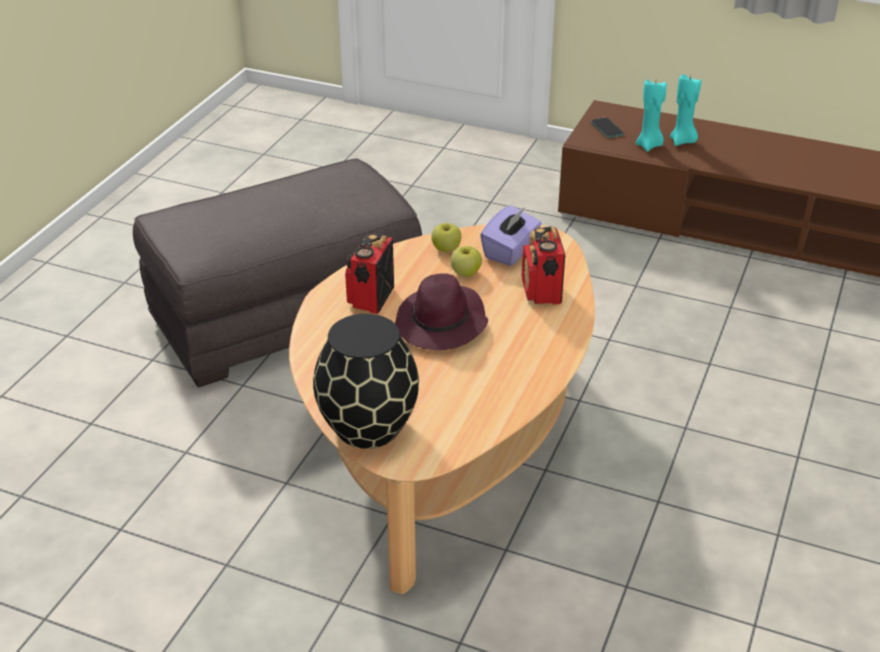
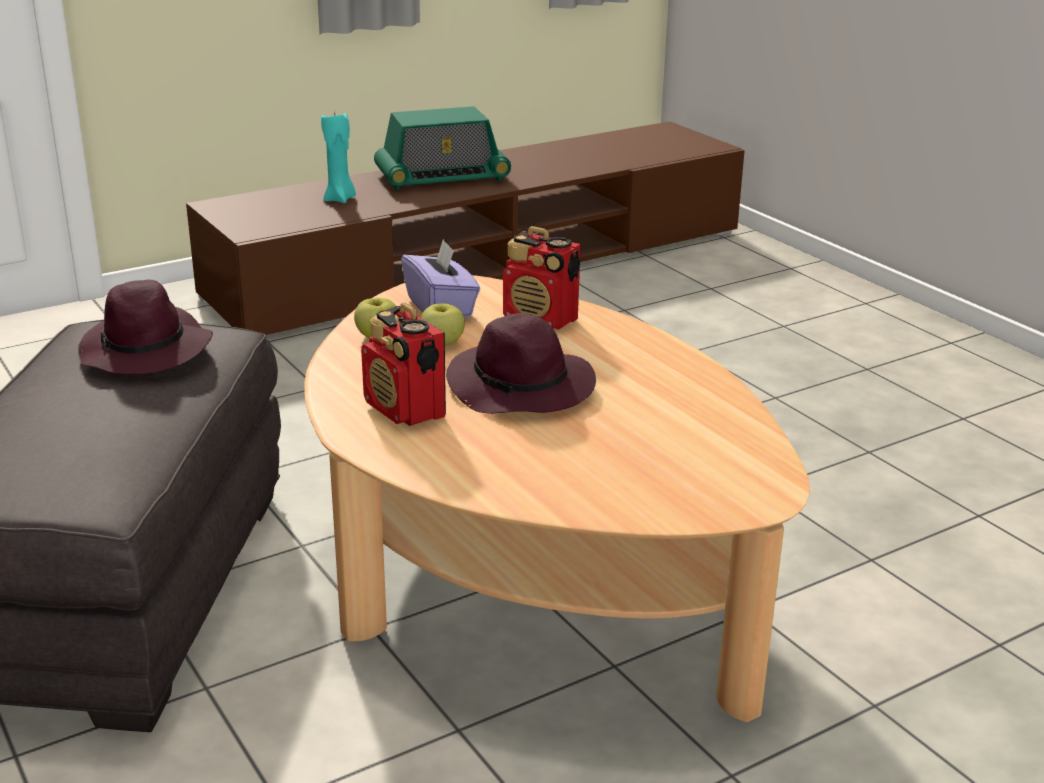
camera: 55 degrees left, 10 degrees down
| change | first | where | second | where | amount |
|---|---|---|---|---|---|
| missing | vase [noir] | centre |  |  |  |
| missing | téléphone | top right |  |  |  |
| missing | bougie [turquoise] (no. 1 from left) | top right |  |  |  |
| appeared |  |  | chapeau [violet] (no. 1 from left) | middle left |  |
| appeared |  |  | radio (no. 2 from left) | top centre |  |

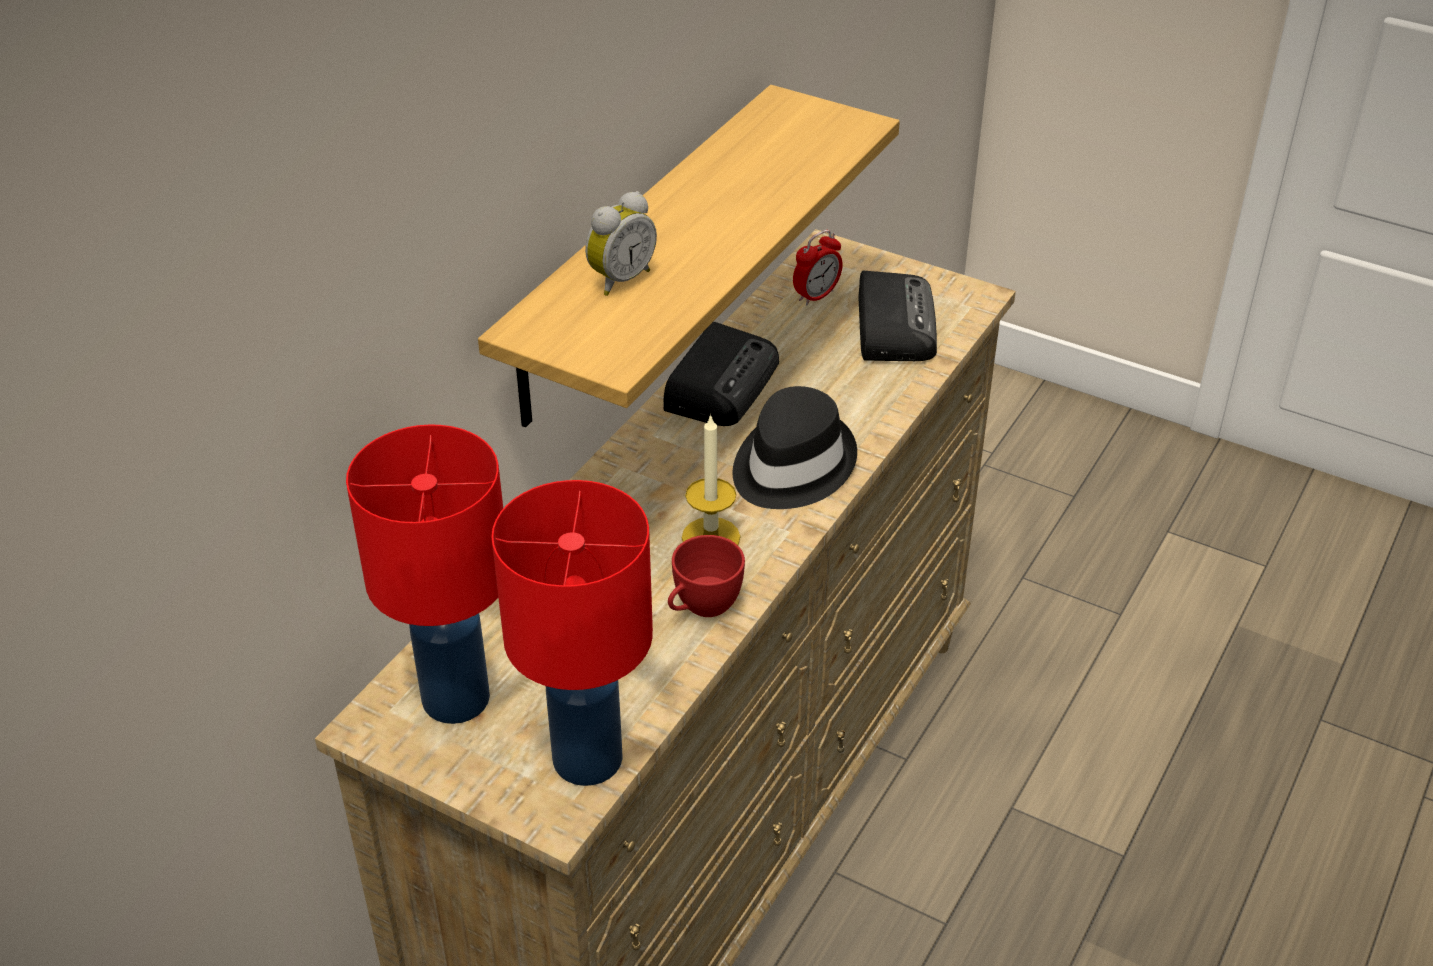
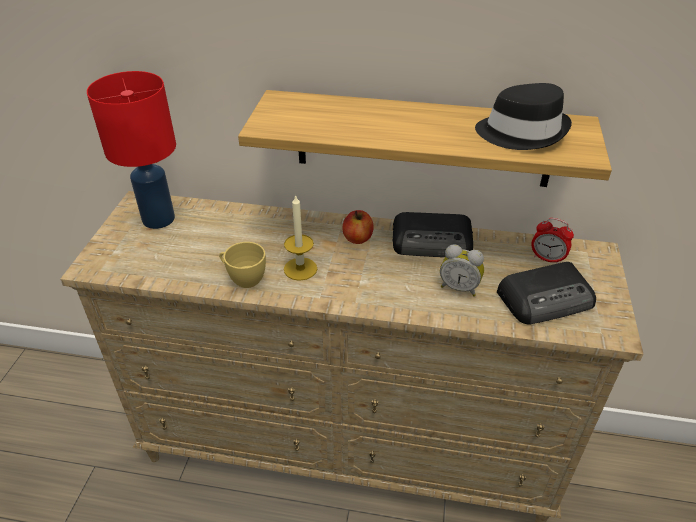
camera: 70 degrees right, 0 degrees up
| change | first | where | second | where | amount |
|---|---|---|---|---|---|
| missing | lampe de table [rouge] (no. 2 from left) | centre |  |  |  |
| relocated | réveil (no. 1 from left) | top centre |  | centre |  |
| colour | tasse [rouge] | centre | tasse [jaune] | centre |  |
| relocated | chapeau [noir] | centre |  | top right |  |
| appeared |  |  | pomme | centre |  |

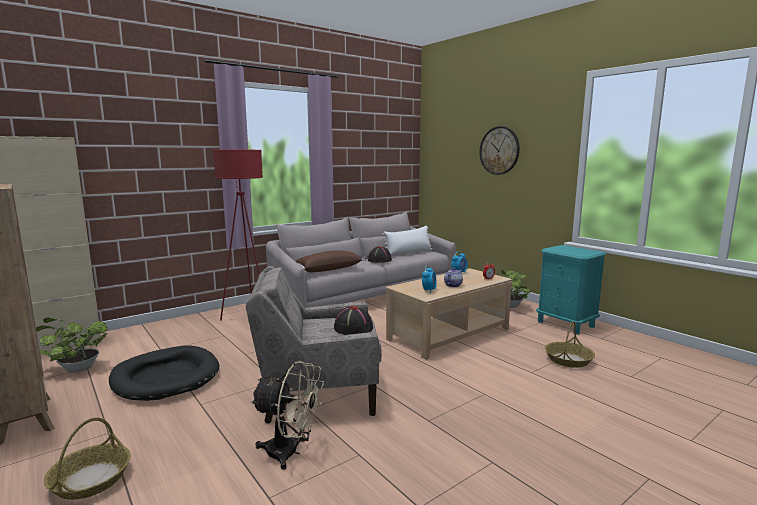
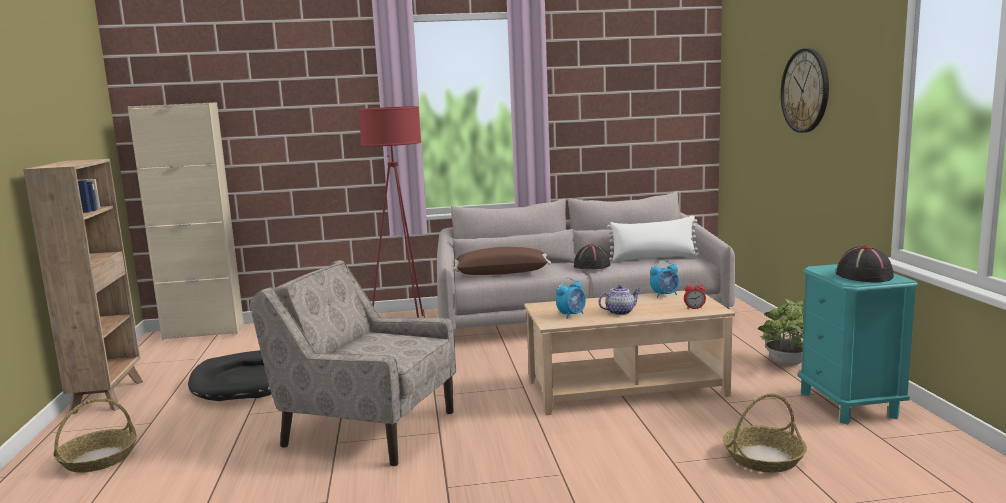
camera: 30 degrees right, 0 degrees up
| change | first | where | second | where | amount |
|---|---|---|---|---|---|
| missing | plante en pot (no. 1 from left) | bottom left |  |  |  |
| missing | ventilateur [beige] | bottom centre |  |  |  |
| relocated | chapeau [noir] (no. 1 from left in the first image) | centre | chapeau [noir] (no. 2 from left) | middle right |  |

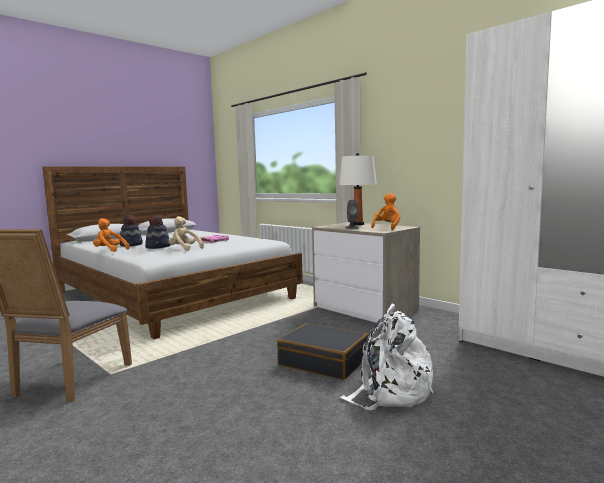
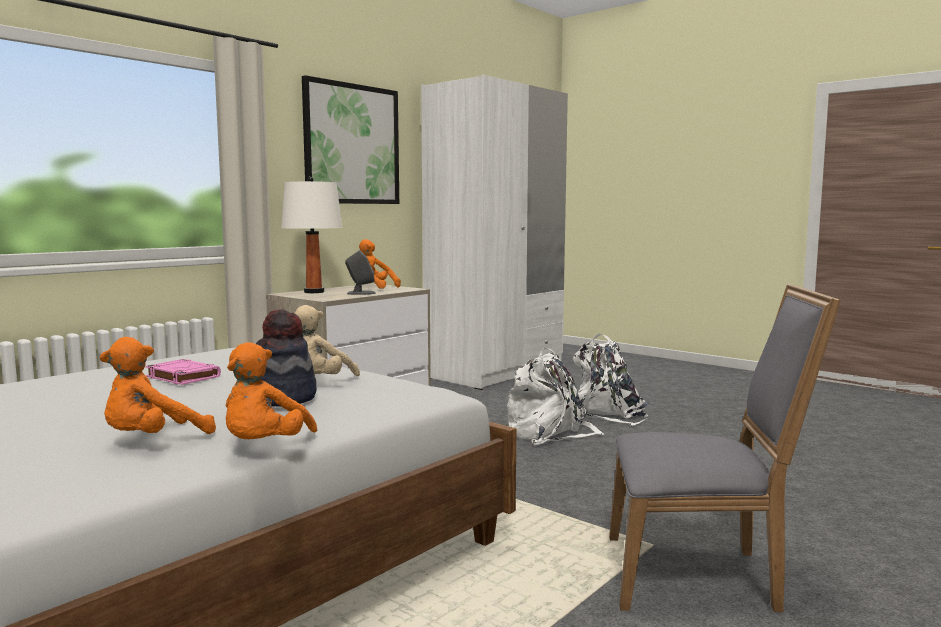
camera: 95 degrees left, 0 degrees up
| change | first | where | second | where | amount |
|---|---|---|---|---|---|
| exchanged | chapeau (no. 1 from left) | middle left | peluche [orange] (no. 1 from left) | middle left |  |
| exchanged | valise [noir] | bottom centre | sac à dos [blanc] (no. 1 from left) | centre |  |
| appeared |  |  | tableau | top centre |  |

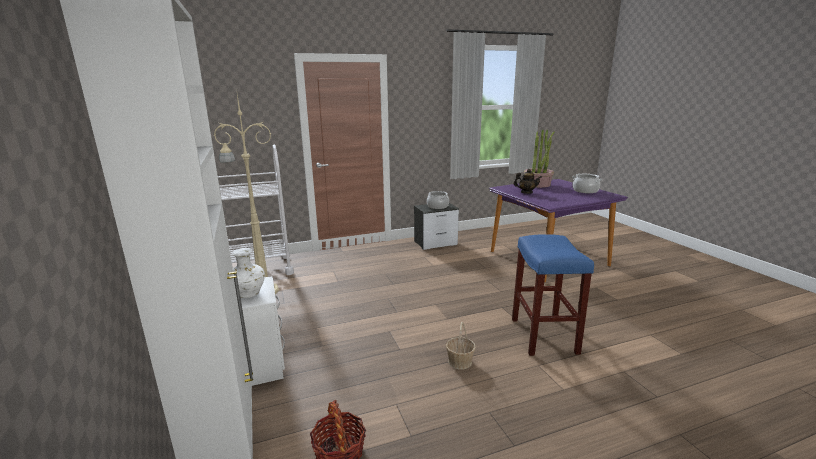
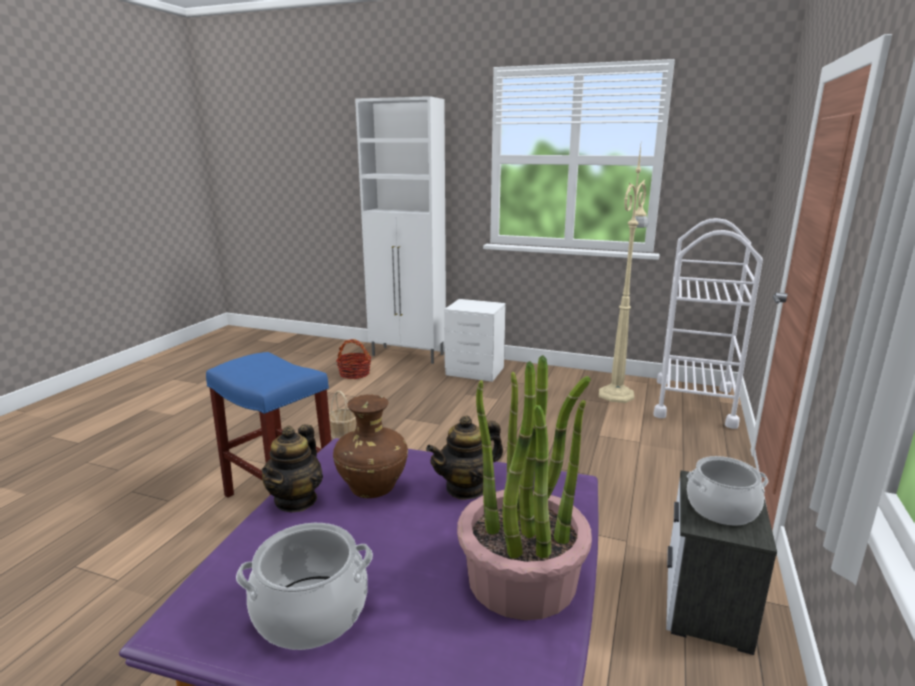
camera: 130 degrees right, 0 degrees up
| change | first | where | second | where | amount |
|---|---|---|---|---|---|
| missing | vase [blanc] | middle left |  |  |  |
| appeared |  |  | théière (no. 1 from left) | bottom left |  |
| appeared |  |  | vase [marron] | centre |  |

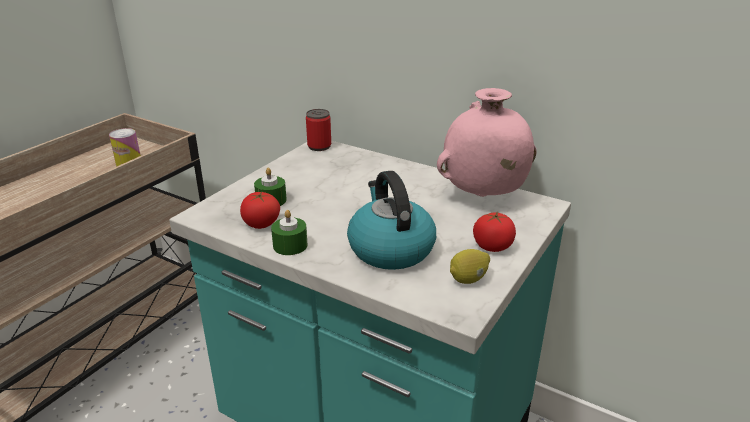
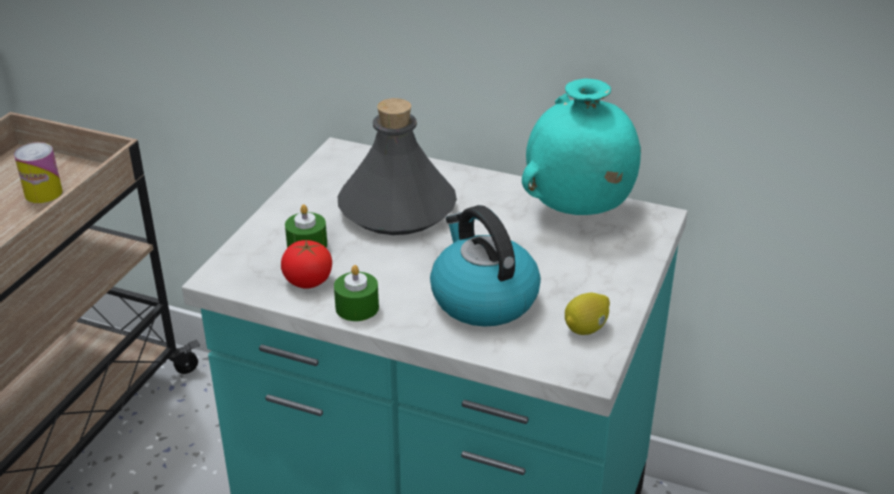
camera: 10 degrees left, 5 degrees up
| change | first | where | second | where | amount |
|---|---|---|---|---|---|
| missing | boîte métallique (no. 2 from left) | top centre |  |  |  |
| colour | vase [rose] | centre | vase [turquoise] | top centre |  |
| missing | tomate (no. 2 from left) | centre |  |  |  |
| appeared |  |  | bouteille [gris] | centre |  |

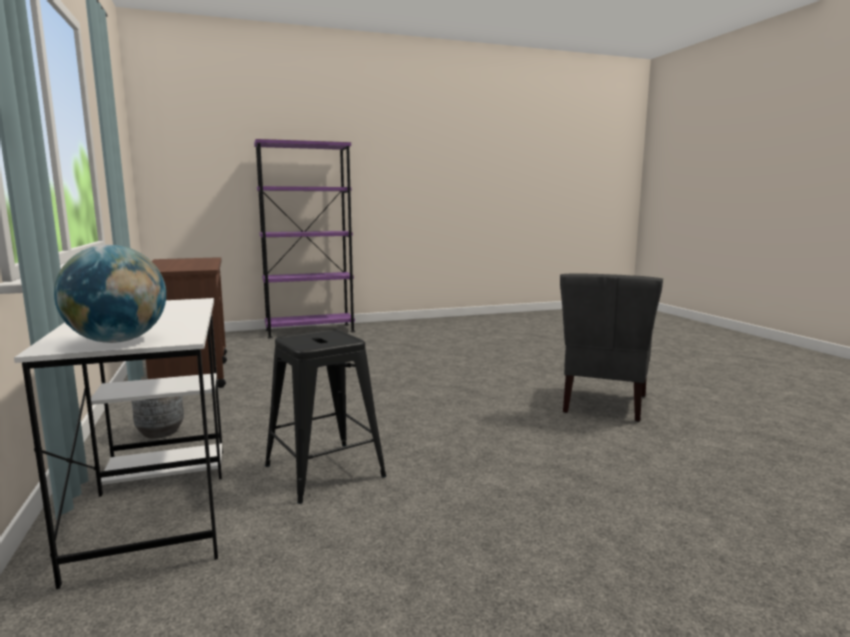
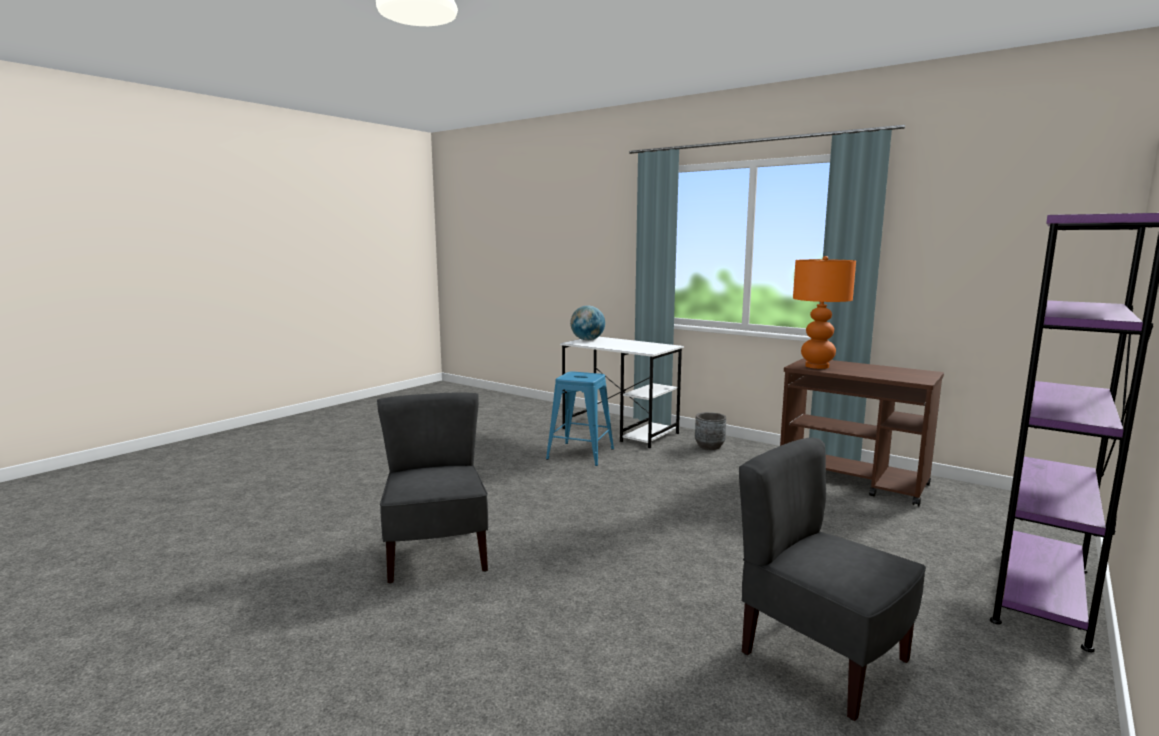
camera: 145 degrees right, 0 degrees up
| change | first | where | second | where | amount |
|---|---|---|---|---|---|
| colour | tabouret [noir] | centre | tabouret [bleu] | centre |  |
| appeared |  |  | chaise [gris] (no. 2 from left) | bottom right |  |
| appeared |  |  | lampe de table [orange] | middle right |  |

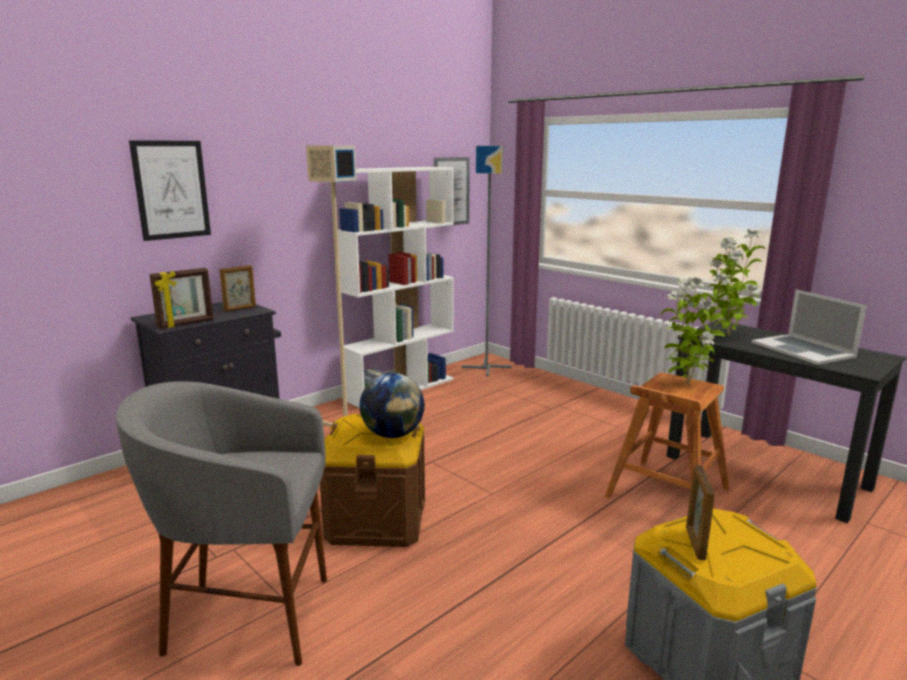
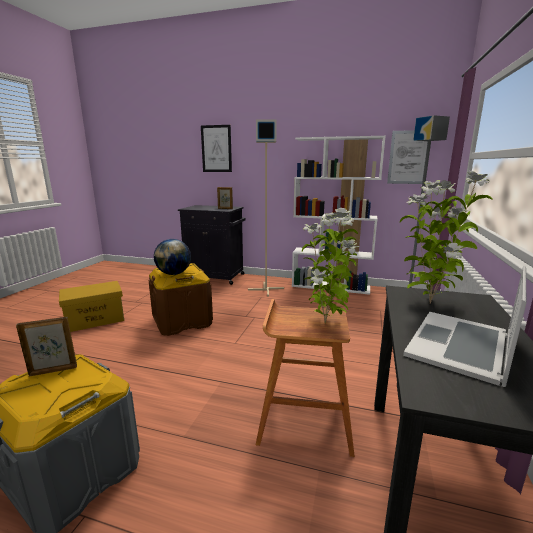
camera: 60 degrees right, 0 degrees up
| change | first | where | second | where | amount |
|---|---|---|---|---|---|
| exchanged | tabouret [gris] | bottom left | boîte de rangement [jaune] | middle left |  |
| missing | cadre photo (no. 1 from left) | middle left |  |  |  |

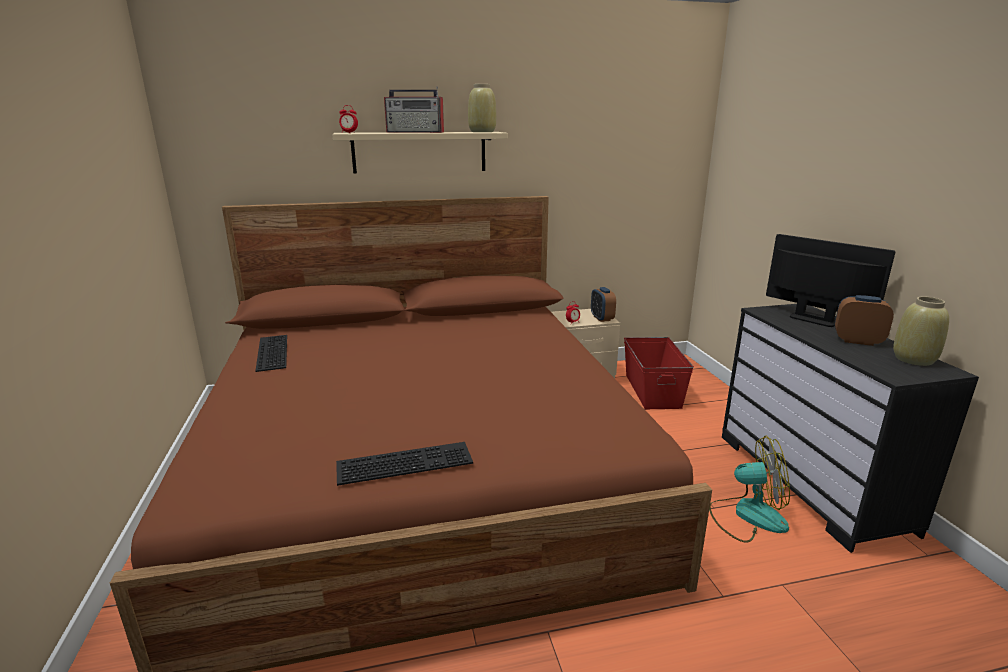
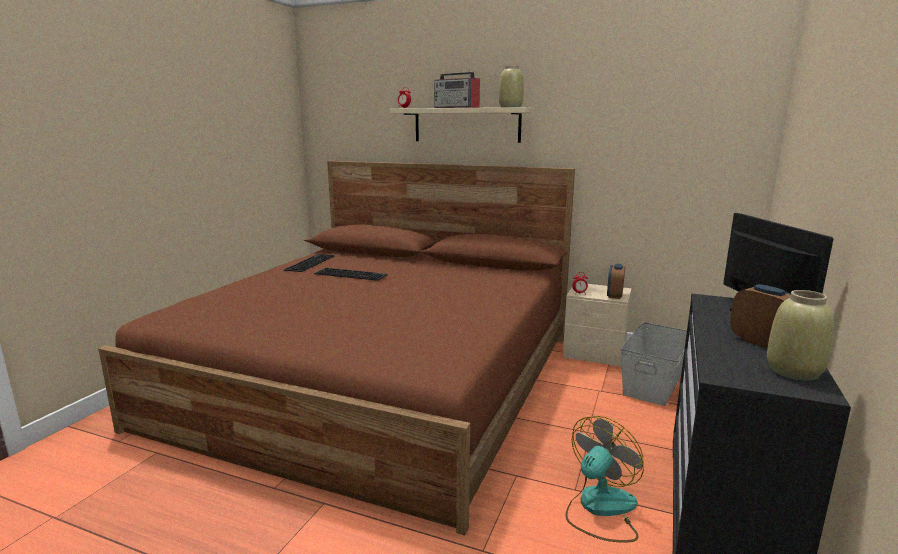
camera: 35 degrees right, 5 degrees down
| change | first | where | second | where | amount |
|---|---|---|---|---|---|
| relocated | clavier (no. 2 from left) | bottom centre |  | centre |  |
| colour | boîte de rangement [rouge] | centre | boîte de rangement [gris] | middle right |  |
| spun | ventilateur | bottom right |  | bottom right | 90 degrees counterclockwise |

